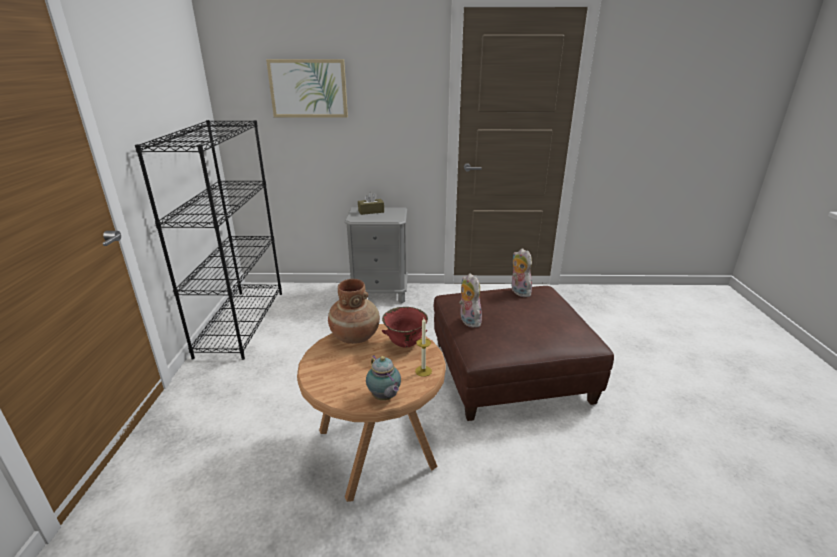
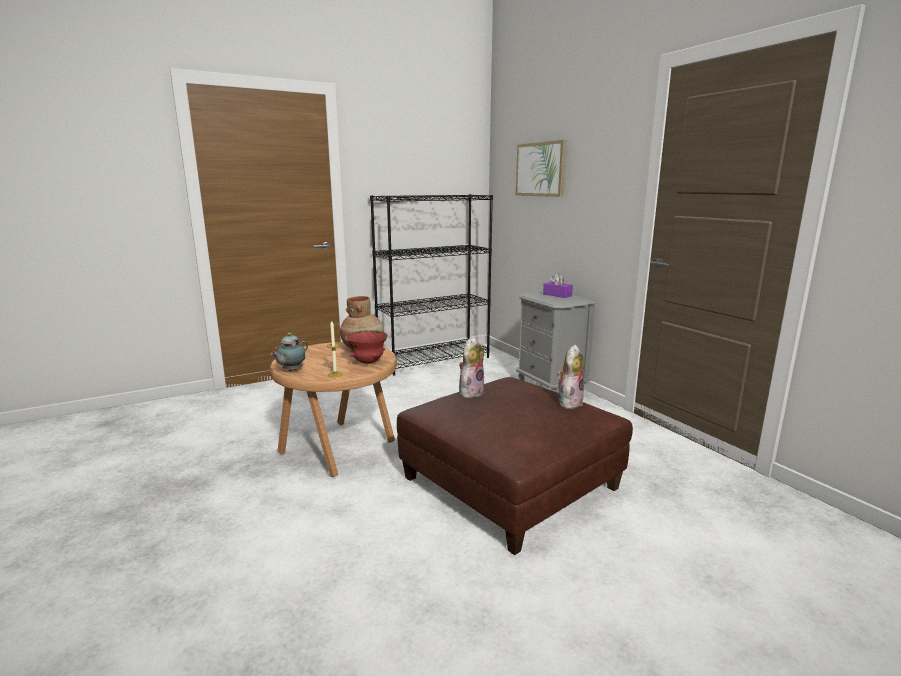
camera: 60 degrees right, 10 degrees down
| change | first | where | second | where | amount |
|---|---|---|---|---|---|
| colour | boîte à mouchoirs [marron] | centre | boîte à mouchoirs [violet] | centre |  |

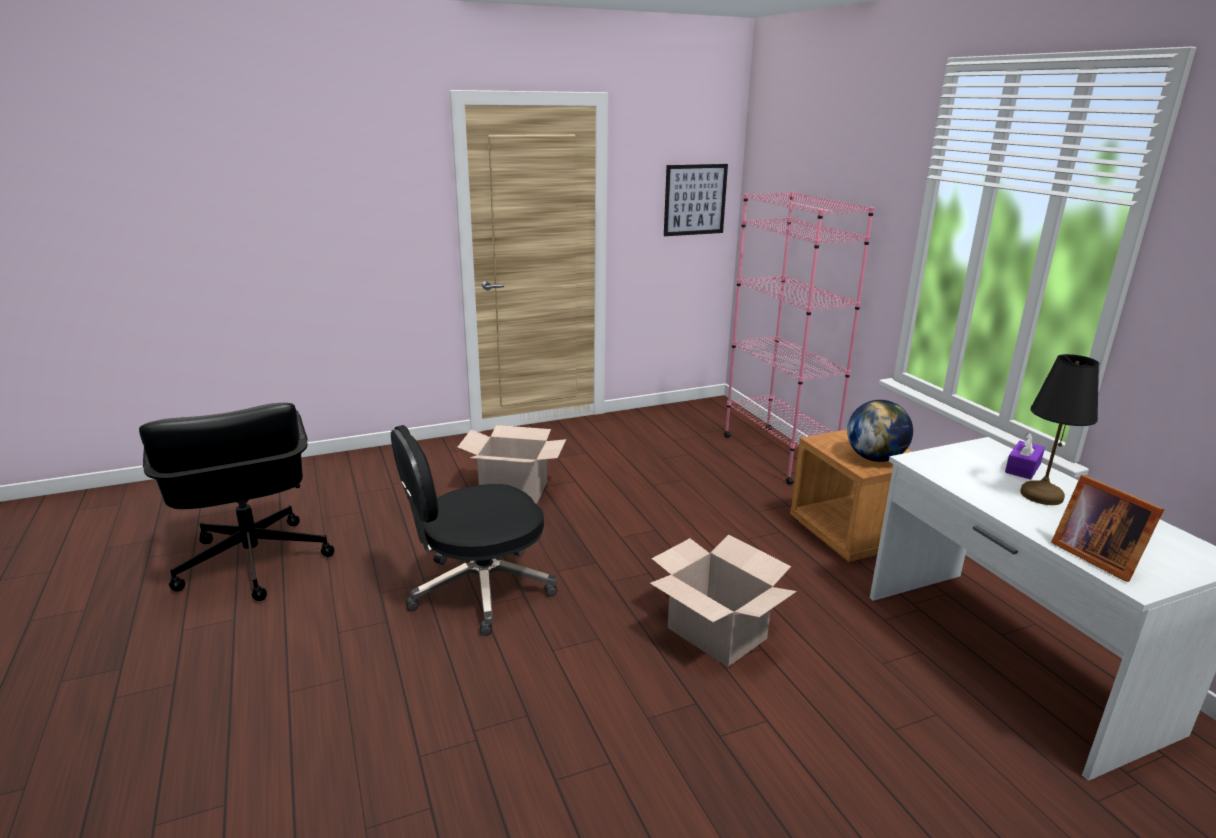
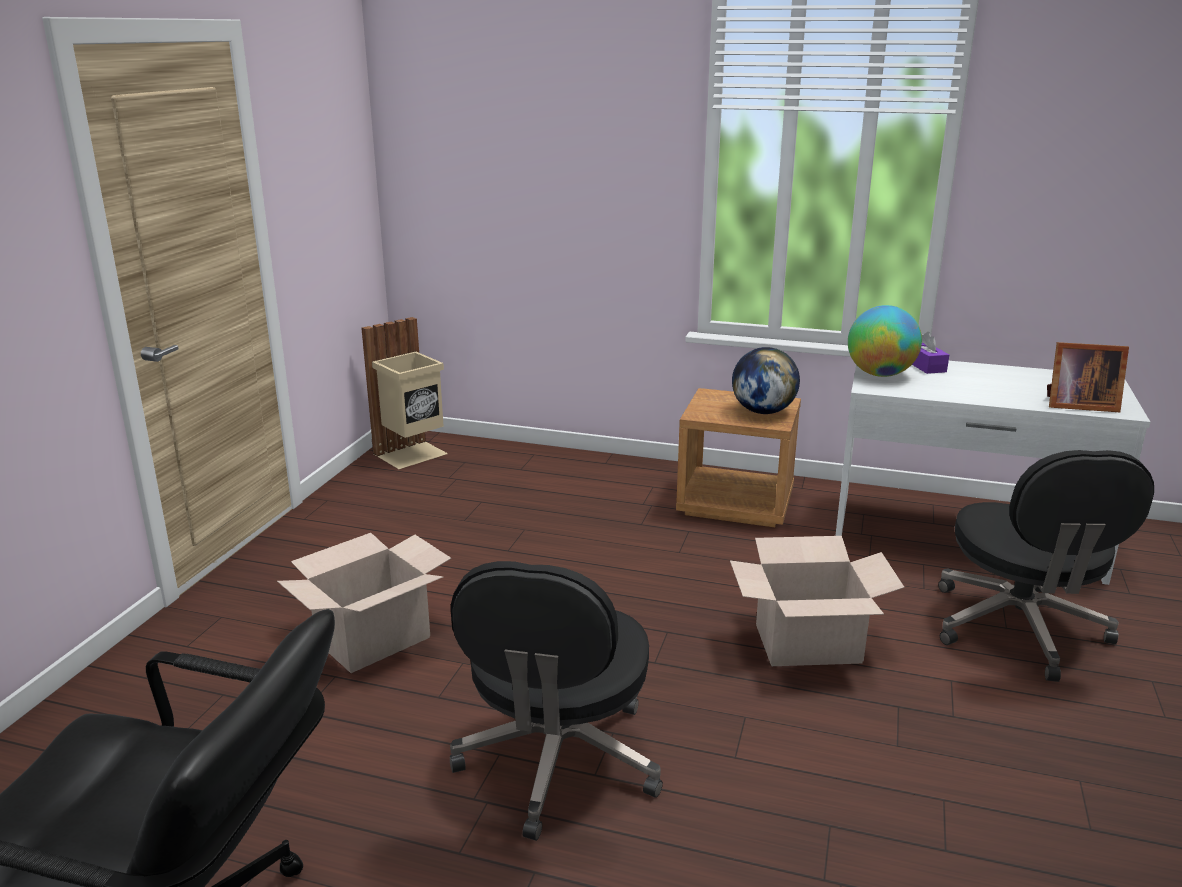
camera: 50 degrees left, 0 degrees up
| change | first | where | second | where | amount |
|---|---|---|---|---|---|
| missing | tableau | top centre |  |  |  |
| missing | bibliothèque [rose] | centre |  |  |  |
| missing | lampe de table [noir] | middle right |  |  |  |
| appeared |  |  | poubelle [beige] | centre |  |
| appeared |  |  | globe (no. 2 from left) | middle right |  |
| appeared |  |  | chaise de bureau [noir] (no. 3 from left) | middle right |  |

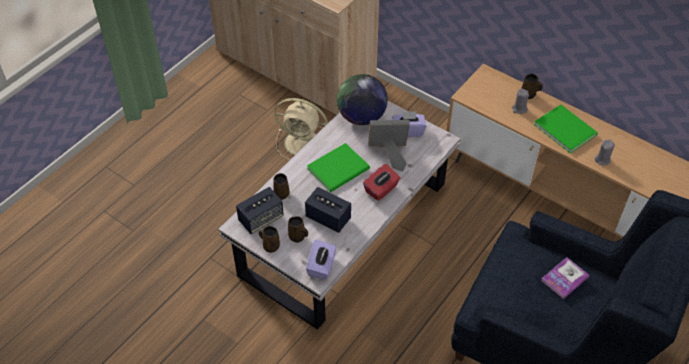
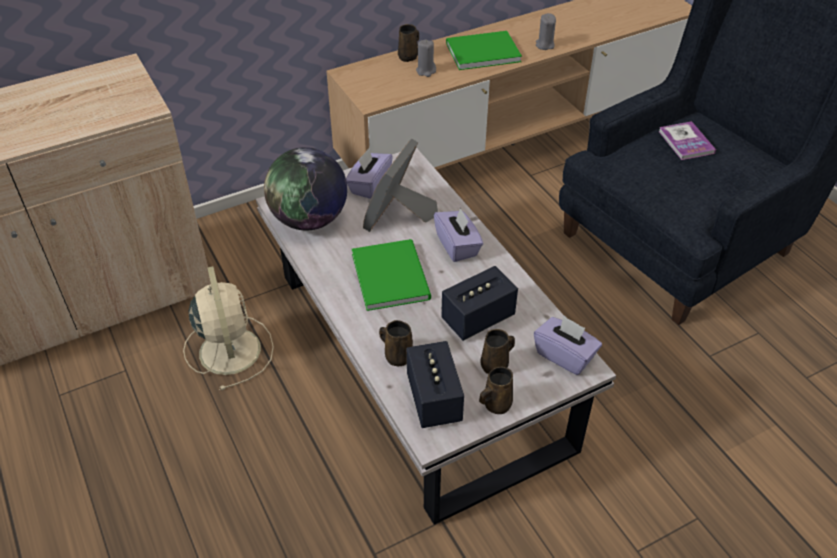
camera: 65 degrees left, 5 degrees down
| change | first | where | second | where | amount |
|---|---|---|---|---|---|
| spun | ventilateur [beige] | centre |  | middle left | 60 degrees counterclockwise |
| colour | boîte à mouchoirs [rouge] | centre | boîte à mouchoirs [violet] (no. 2 from left) | centre |  |

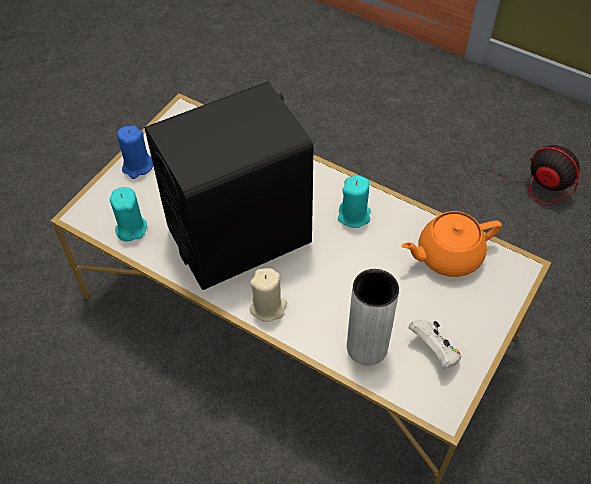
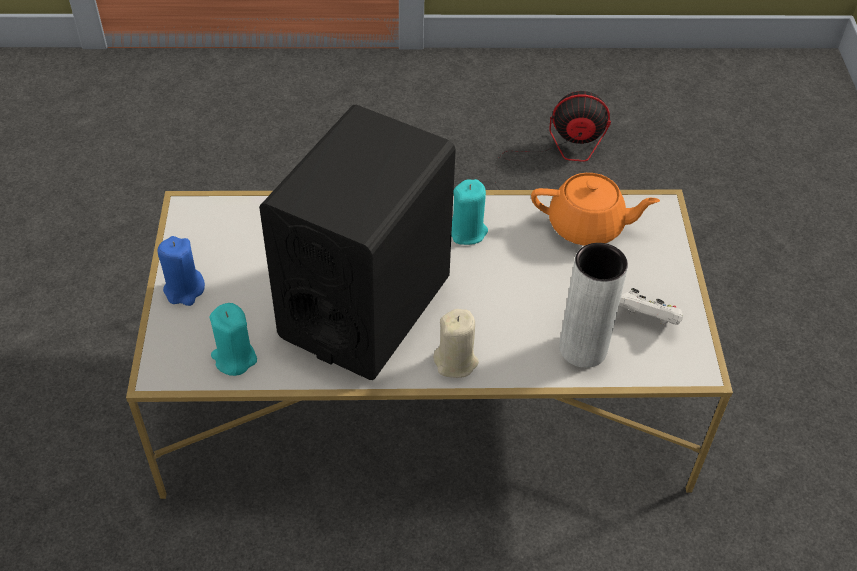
camera: 35 degrees left, 5 degrees down
| change | first | where | second | where | amount |
|---|---|---|---|---|---|
| spun | théière [orange] | middle right |  | middle right | 120 degrees counterclockwise |

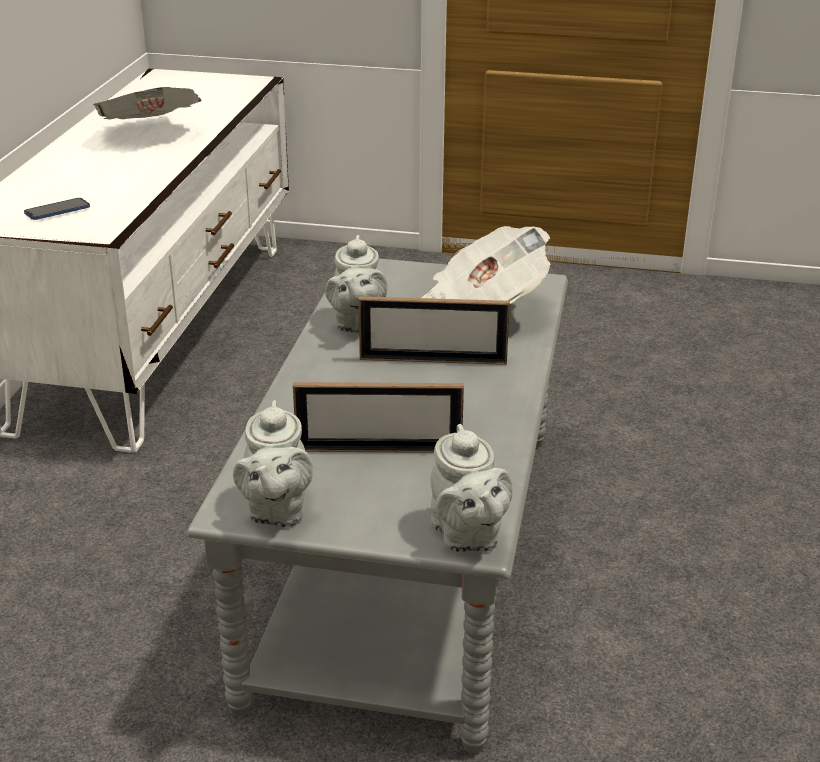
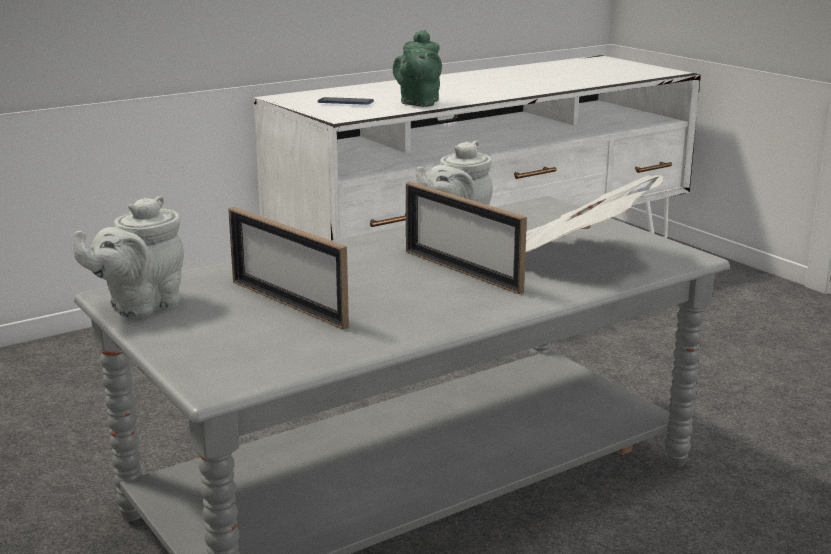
camera: 45 degrees right, 10 degrees down
| change | first | where | second | where | amount |
|---|---|---|---|---|---|
| missing | journal (no. 1 from left) | top left |  |  |  |
| missing | théière [gris] (no. 3 from left) | centre |  |  |  |
| appeared |  |  | théière [vert] | top centre |  |

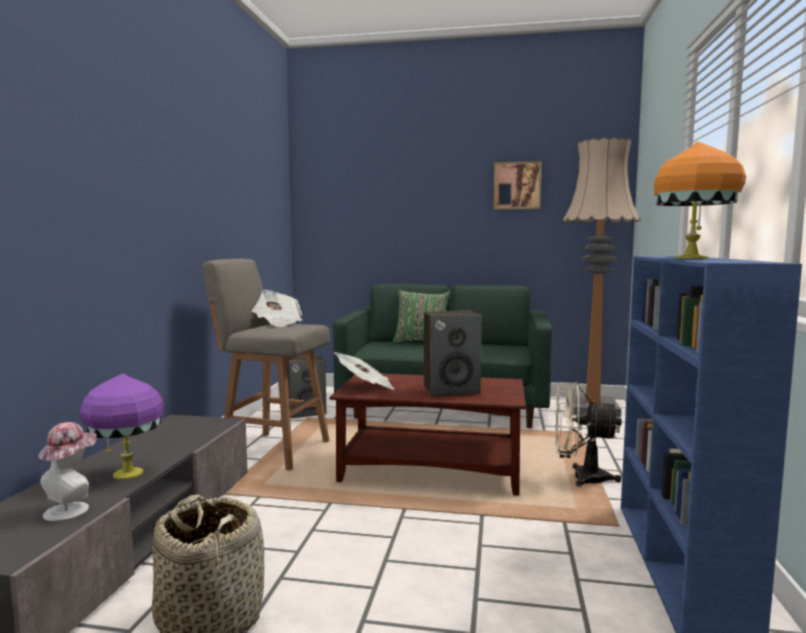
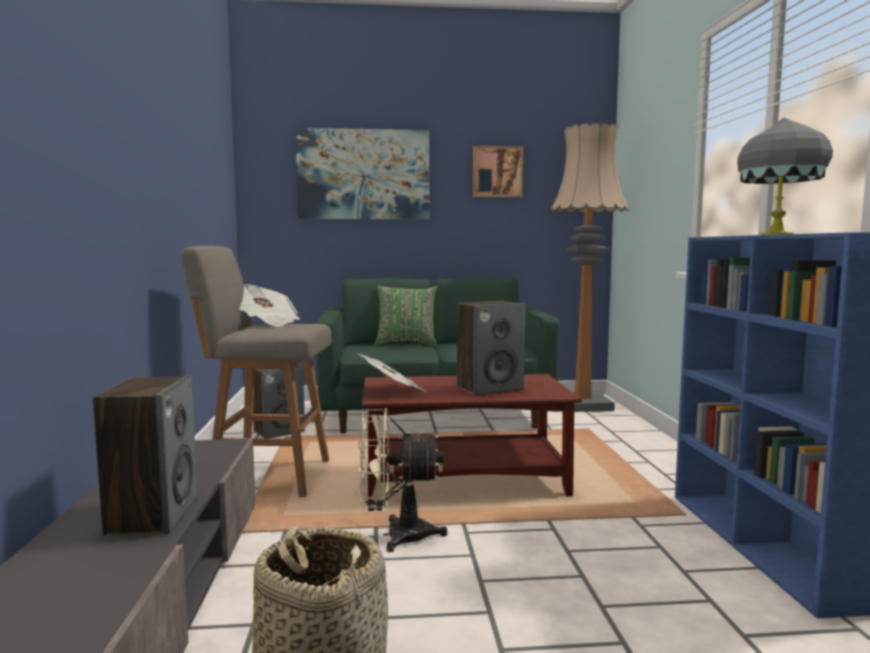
camera: 15 degrees left, 0 degrees up
| change | first | where | second | where | amount |
|---|---|---|---|---|---|
| missing | chapeau | bottom left |  |  |  |
| exchanged | lampe de table [violet] | bottom left | enceinte (no. 1 from left) | bottom left |  |
| relocated | ventilateur [beige] | bottom right |  | bottom centre |  |
| colour | lampe de table [orange] | top right | lampe de table [gris] | top right |  |
| appeared |  |  | tableau (no. 1 from left) | top centre |  |

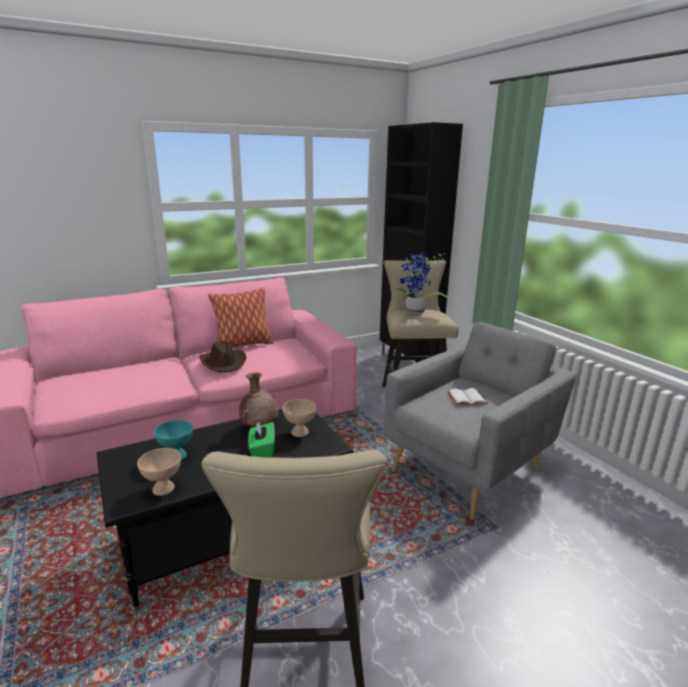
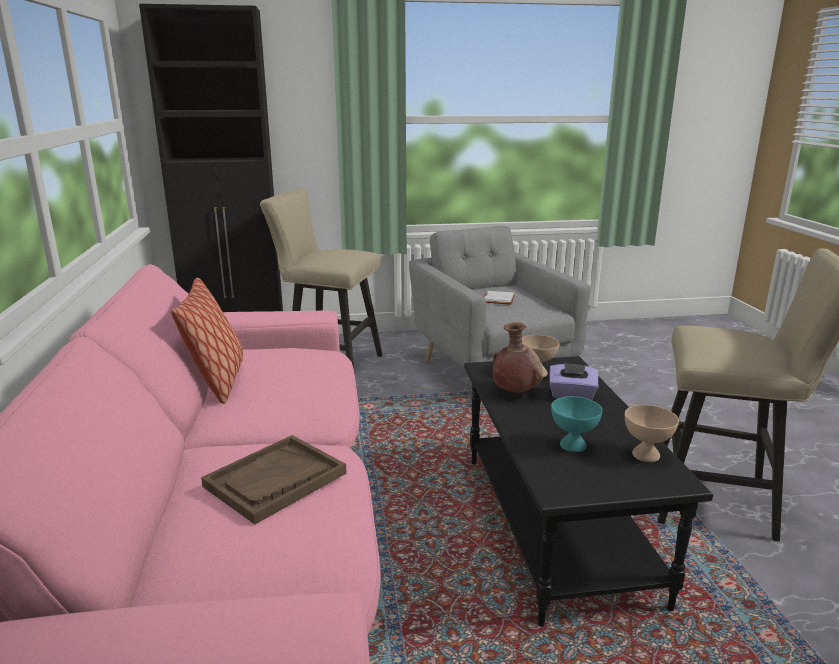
camera: 70 degrees left, 0 degrees up
| change | first | where | second | where | amount |
|---|---|---|---|---|---|
| missing | chapeau [marron] | middle left |  |  |  |
| colour | boîte à mouchoirs [vert] | centre | boîte à mouchoirs [violet] | middle right |  |
| missing | plante en pot | centre |  |  |  |
| appeared |  |  | plateau [marron] | bottom left |  |

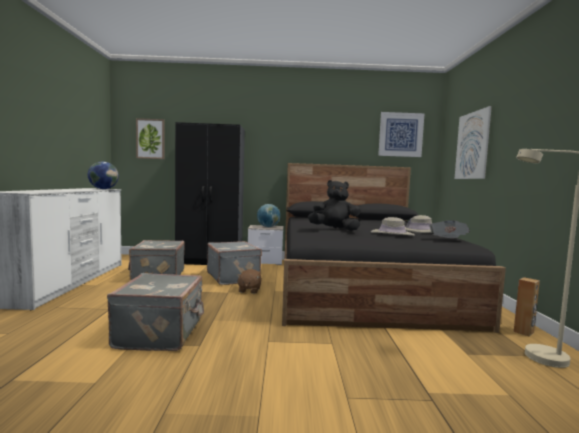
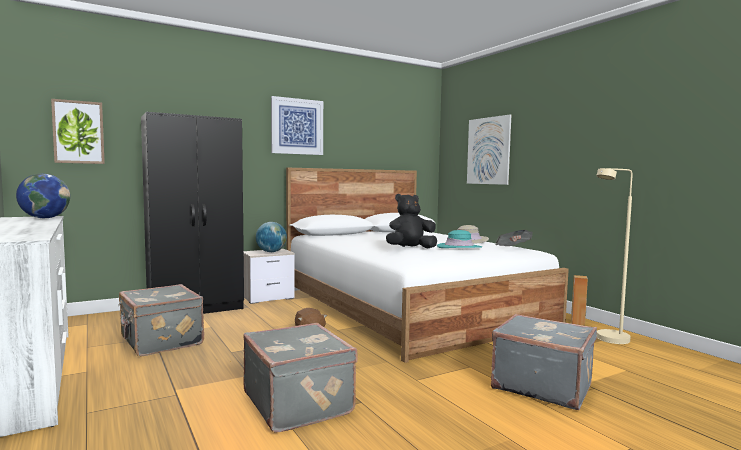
camera: 30 degrees left, 0 degrees up
| change | first | where | second | where | amount |
|---|---|---|---|---|---|
| relocated | valise [gris] (no. 3 from left) | centre |  | bottom right |  |
| colour | lit [noir] | middle right | lit [blanc] | centre |  |
| colour | chapeau [beige] (no. 1 from left) | middle right | chapeau [turquoise] | centre |  |
| relocated | tableau (no. 2 from left) | top right |  | top centre |  |

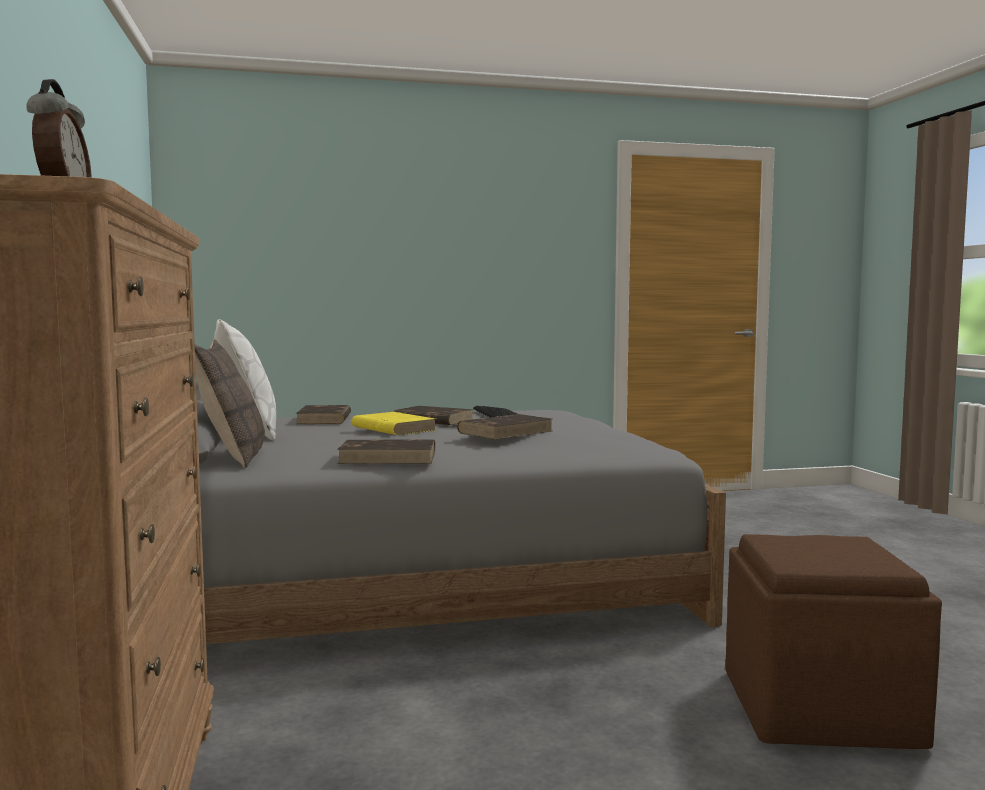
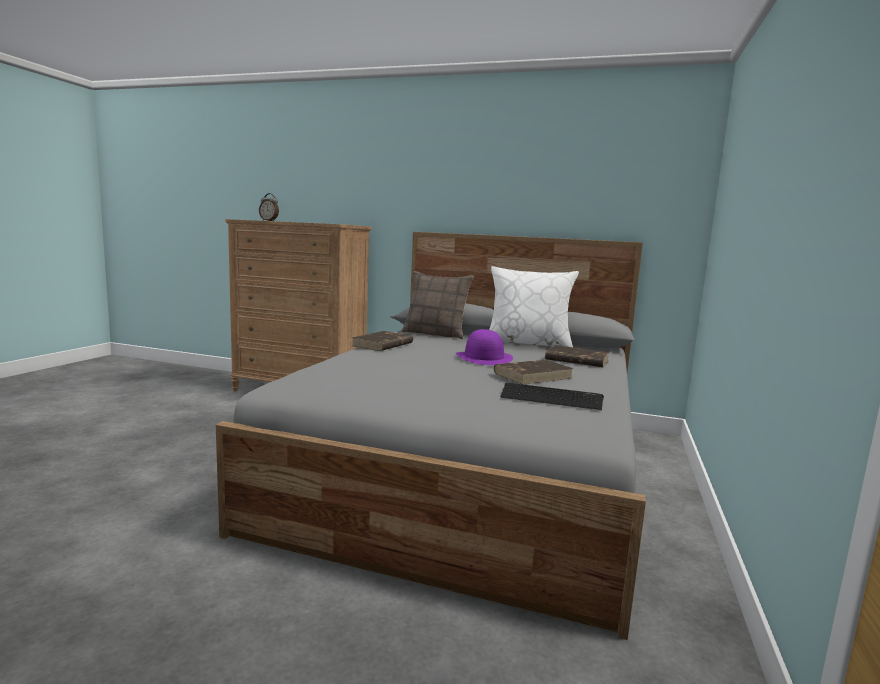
camera: 120 degrees right, 5 degrees up
| change | first | where | second | where | amount |
|---|---|---|---|---|---|
| exchanged | livre [jaune] | centre | chapeau [violet] | centre |  |
| missing | livre [marron] (no. 4 from left) | centre |  |  |  |
| missing | pouf [marron] | bottom right |  |  |  |

